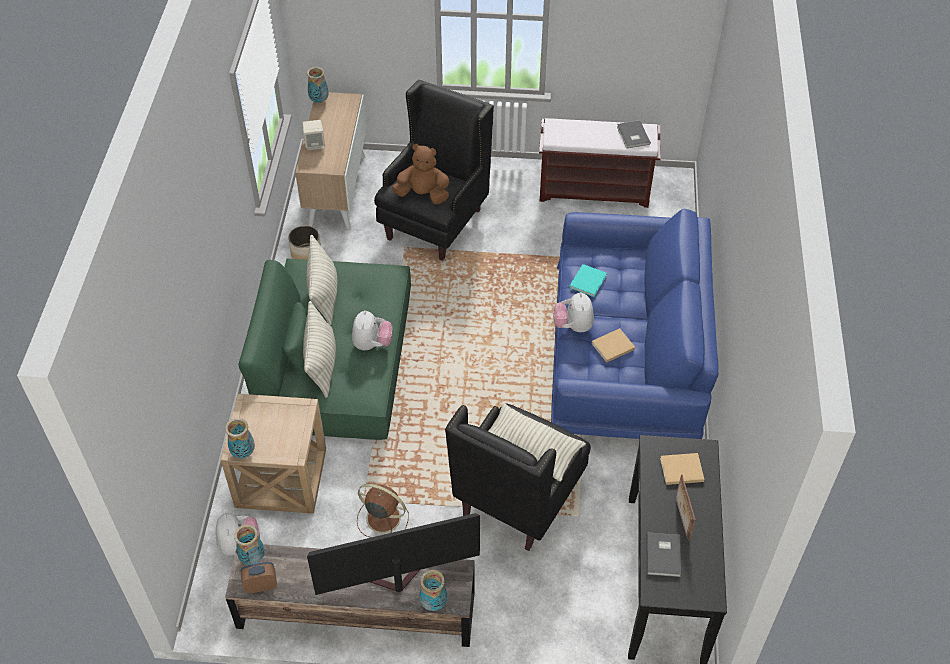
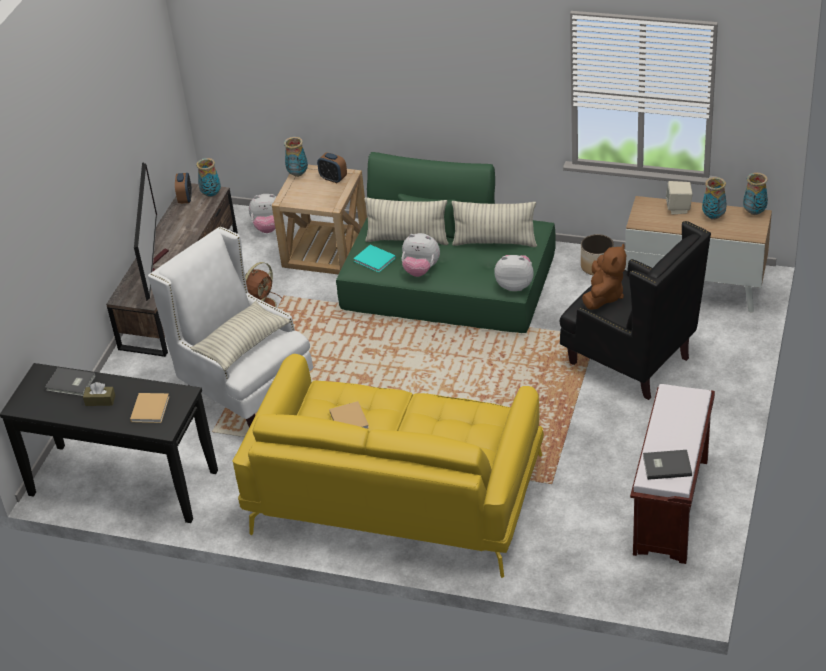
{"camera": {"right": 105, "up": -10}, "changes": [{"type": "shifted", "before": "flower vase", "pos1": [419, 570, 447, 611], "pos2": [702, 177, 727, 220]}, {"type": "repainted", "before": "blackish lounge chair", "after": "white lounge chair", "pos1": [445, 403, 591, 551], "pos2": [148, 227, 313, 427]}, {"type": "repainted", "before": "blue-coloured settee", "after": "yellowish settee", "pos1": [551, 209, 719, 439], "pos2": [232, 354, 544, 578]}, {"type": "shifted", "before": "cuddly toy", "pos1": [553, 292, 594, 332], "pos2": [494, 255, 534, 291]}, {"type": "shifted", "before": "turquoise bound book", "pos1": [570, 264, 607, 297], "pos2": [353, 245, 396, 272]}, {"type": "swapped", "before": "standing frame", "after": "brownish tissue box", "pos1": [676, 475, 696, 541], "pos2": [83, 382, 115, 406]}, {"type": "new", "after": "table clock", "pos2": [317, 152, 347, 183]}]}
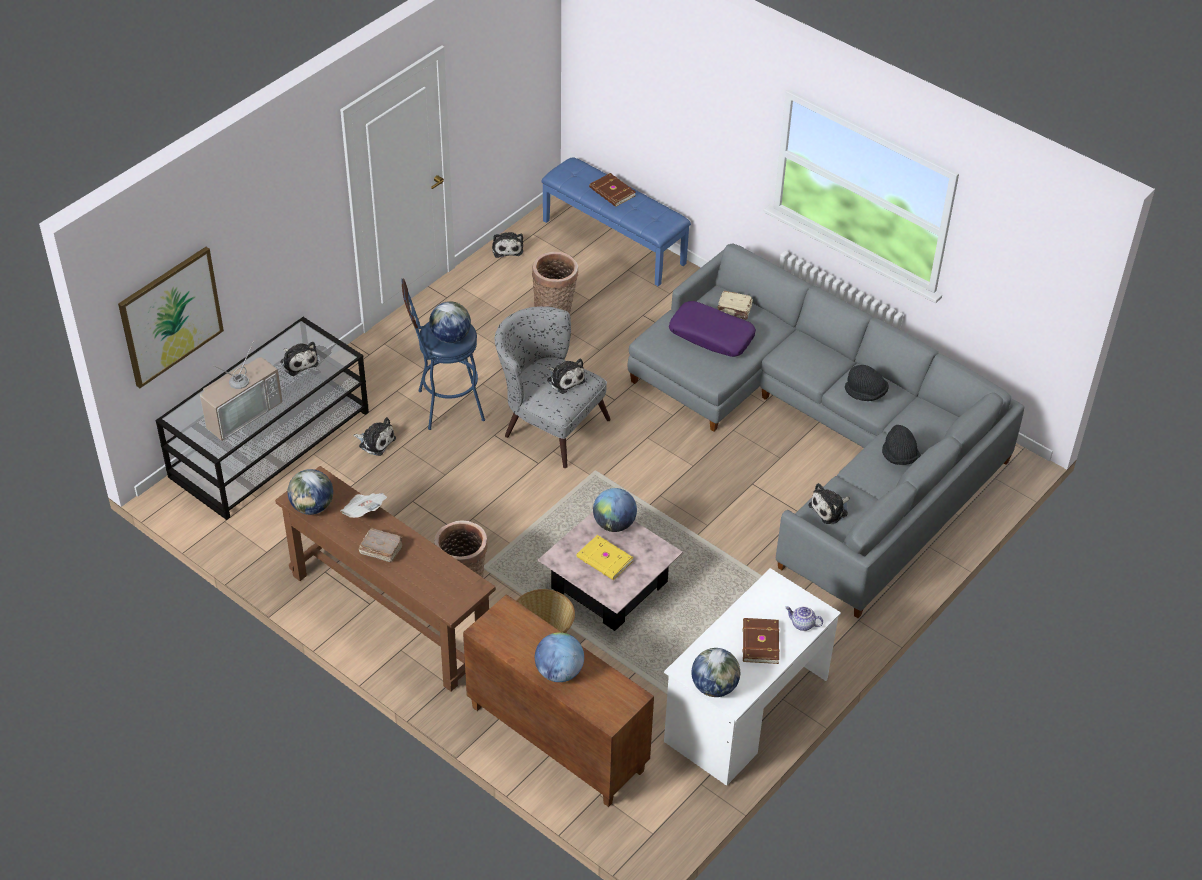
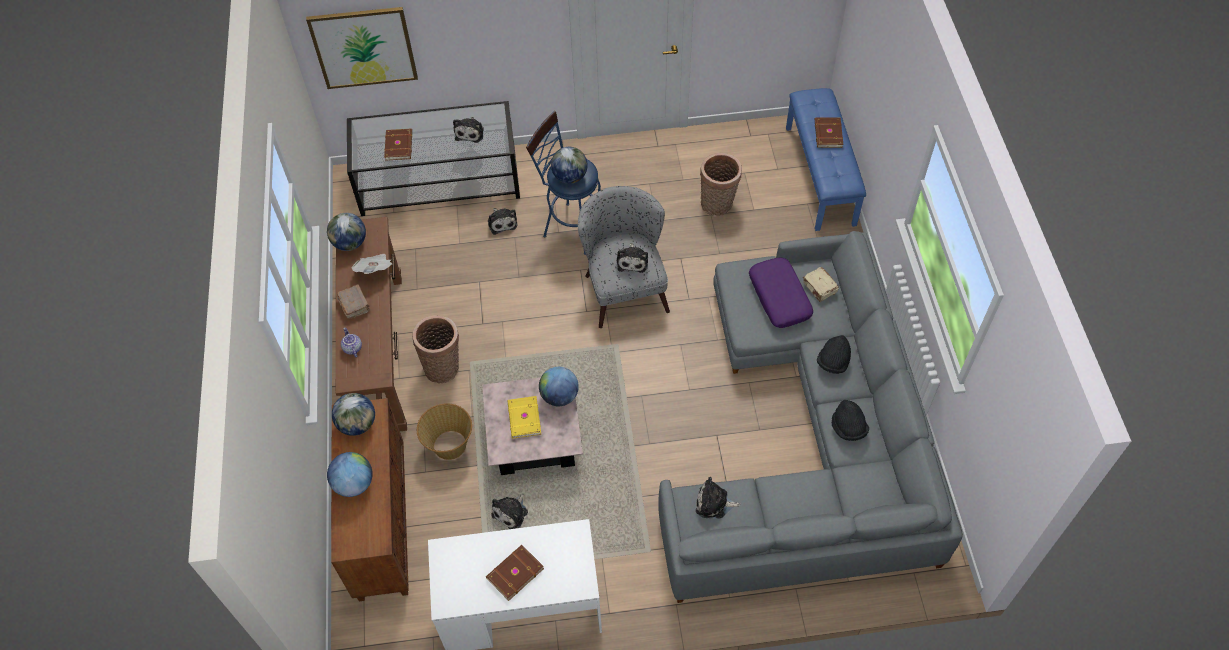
{"camera": {"right": 45, "up": 10}, "changes": [{"type": "swapped", "before": "TV", "after": "brownish bound book", "pos1": [200, 341, 283, 441], "pos2": [384, 129, 412, 161]}, {"type": "shifted", "before": "cuddly toy", "pos1": [492, 232, 523, 258], "pos2": [491, 493, 528, 529]}, {"type": "shifted", "before": "world globe", "pos1": [692, 648, 740, 697], "pos2": [332, 393, 375, 436]}, {"type": "shifted", "before": "tea pot", "pos1": [785, 606, 823, 631], "pos2": [341, 327, 362, 357]}, {"type": "shifted", "before": "blackish hat", "pos1": [882, 425, 921, 465], "pos2": [817, 335, 851, 374]}]}
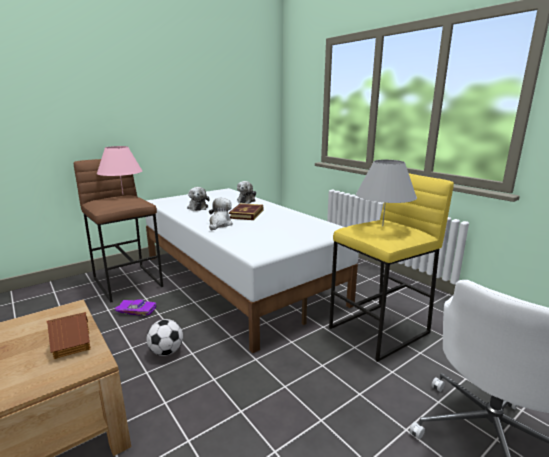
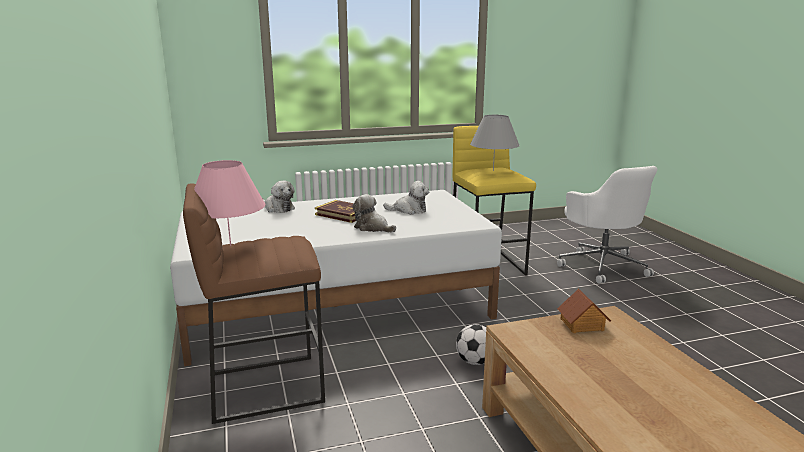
{"camera": {"right": -70, "up": 0}, "changes": [{"type": "gone", "before": "purple model car", "pos1": [114, 299, 157, 317]}, {"type": "shifted", "before": "cuddly toy", "pos1": [187, 187, 210, 211], "pos2": [383, 181, 429, 215]}]}
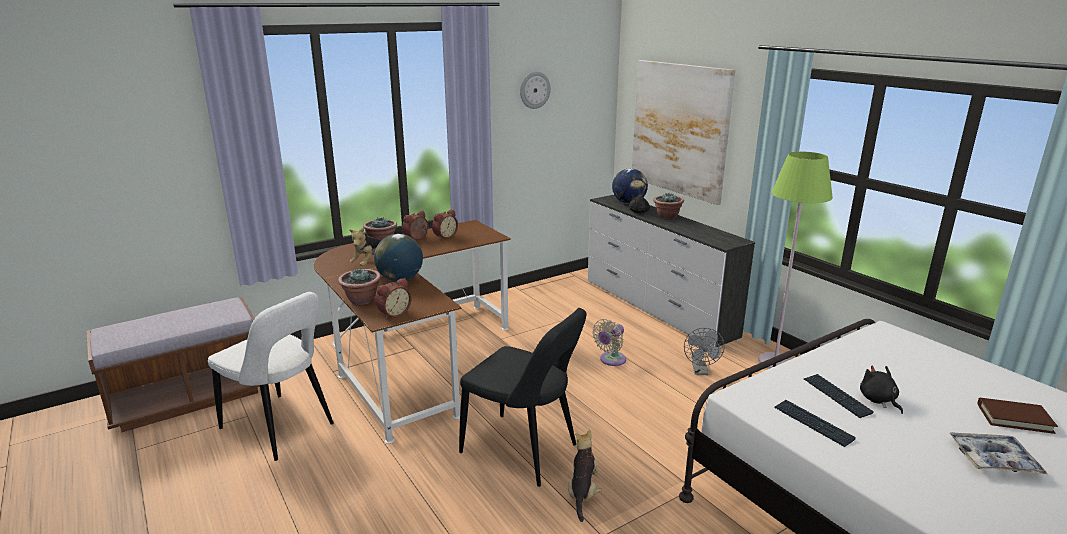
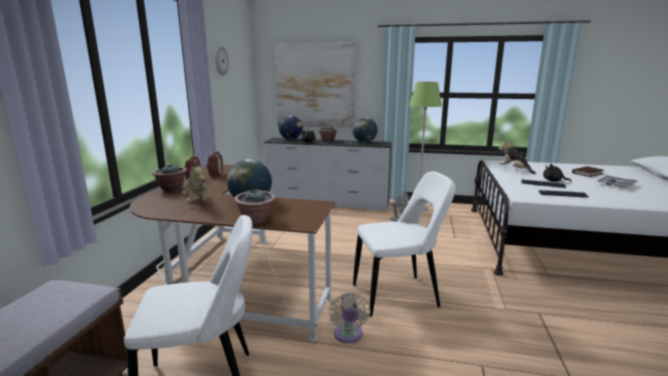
{"camera": {"right": -45, "up": -5}, "changes": [{"type": "gone", "before": "table clock", "pos1": [376, 278, 411, 319]}, {"type": "repainted", "before": "blackish chair", "after": "white chair", "pos1": [459, 308, 587, 487], "pos2": [353, 171, 456, 317]}, {"type": "shifted", "before": "cuddly toy", "pos1": [568, 429, 602, 522], "pos2": [498, 140, 536, 174]}, {"type": "shifted", "before": "sand-coloured electric fan", "pos1": [592, 319, 626, 366], "pos2": [329, 293, 370, 343]}, {"type": "new", "after": "world globe", "pos2": [352, 117, 378, 143]}]}
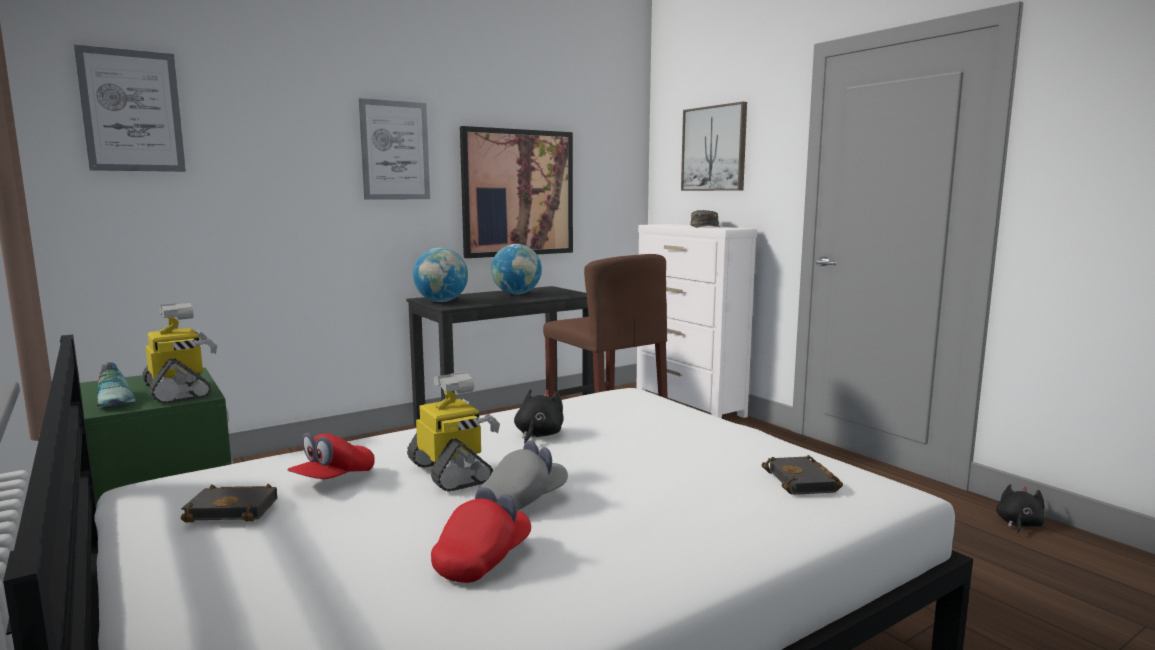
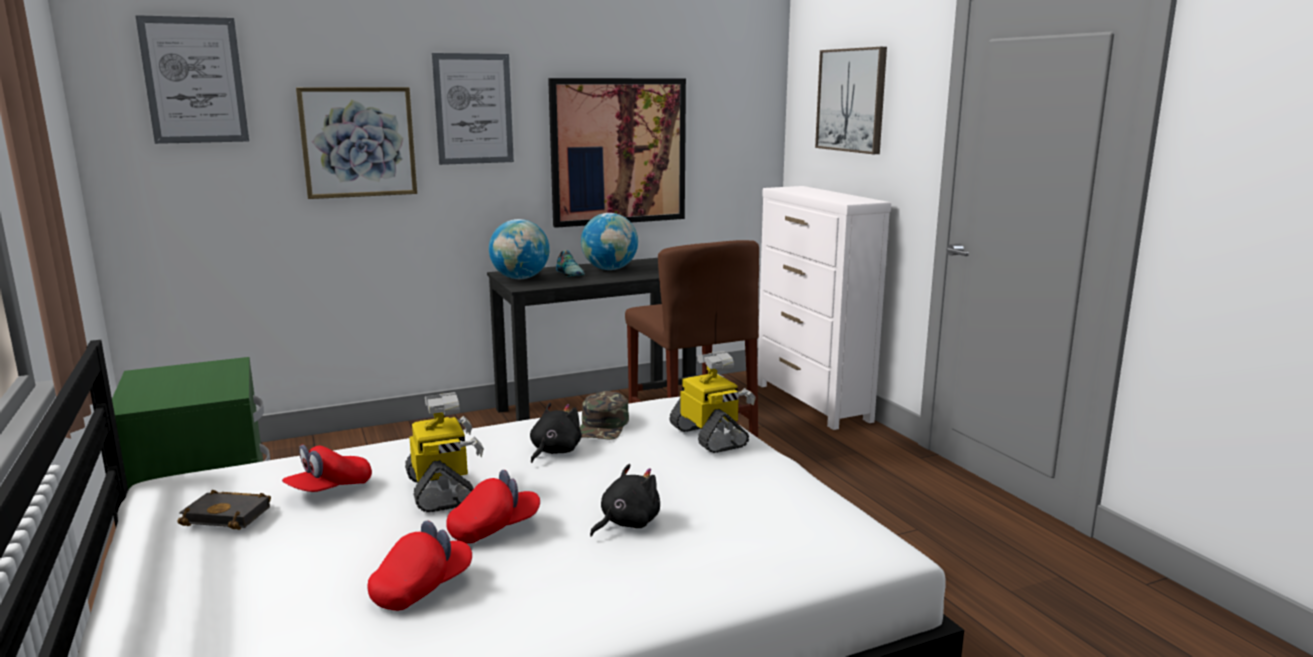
{"camera": {"right": 10, "up": 5}, "changes": [{"type": "shifted", "before": "item of footwear", "pos1": [97, 362, 136, 408], "pos2": [556, 250, 585, 277]}, {"type": "shifted", "before": "robot figure", "pos1": [142, 302, 217, 404], "pos2": [669, 351, 756, 453]}, {"type": "repainted", "before": "grey peaked cap", "after": "red peaked cap", "pos1": [479, 441, 568, 510], "pos2": [446, 470, 540, 544]}, {"type": "shifted", "before": "green-coloured peaked cap", "pos1": [691, 210, 721, 228], "pos2": [580, 391, 629, 440]}, {"type": "gone", "before": "blackish bound book", "pos1": [762, 455, 843, 495]}, {"type": "shifted", "before": "blackish cuddly toy", "pos1": [996, 484, 1045, 534], "pos2": [590, 464, 660, 537]}, {"type": "new", "after": "wall picture", "pos2": [296, 87, 417, 199]}]}
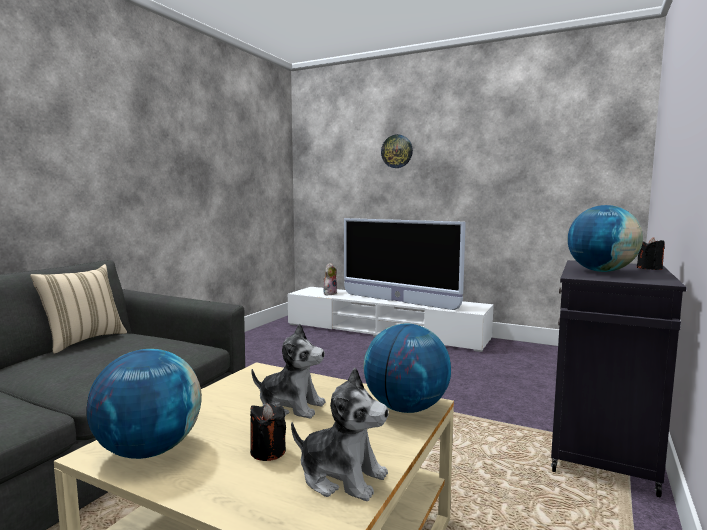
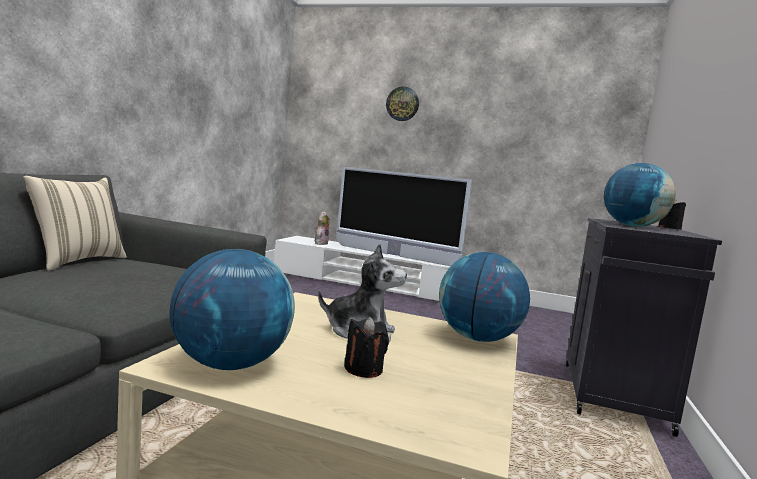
{"camera": {"right": -10, "up": 0}, "changes": [{"type": "gone", "before": "cuddly toy", "pos1": [291, 368, 389, 501]}]}
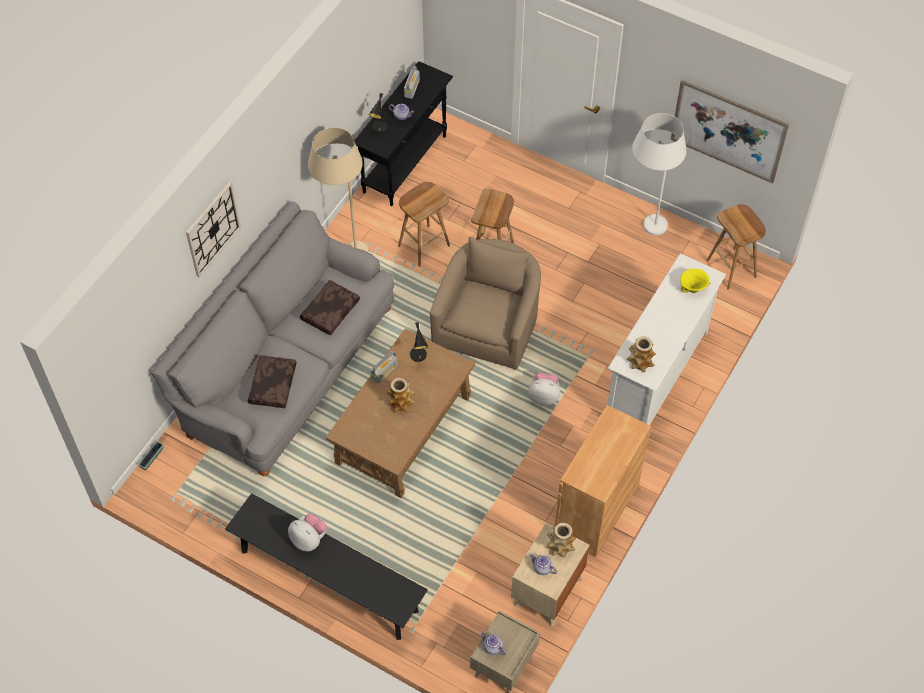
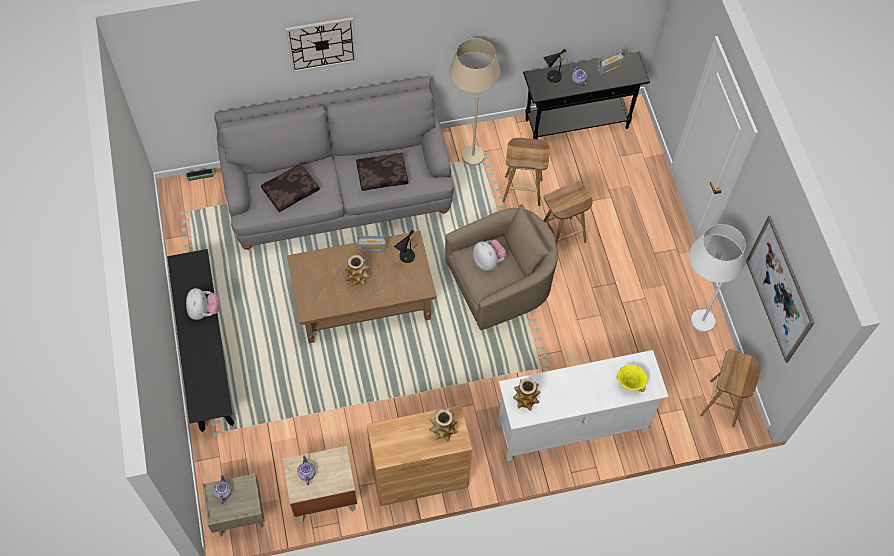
{"camera": {"right": 45, "up": 5}, "changes": [{"type": "shifted", "before": "cuddly toy", "pos1": [528, 373, 560, 406], "pos2": [473, 240, 507, 271]}, {"type": "shifted", "before": "flower vase", "pos1": [547, 523, 576, 558], "pos2": [429, 409, 458, 441]}]}
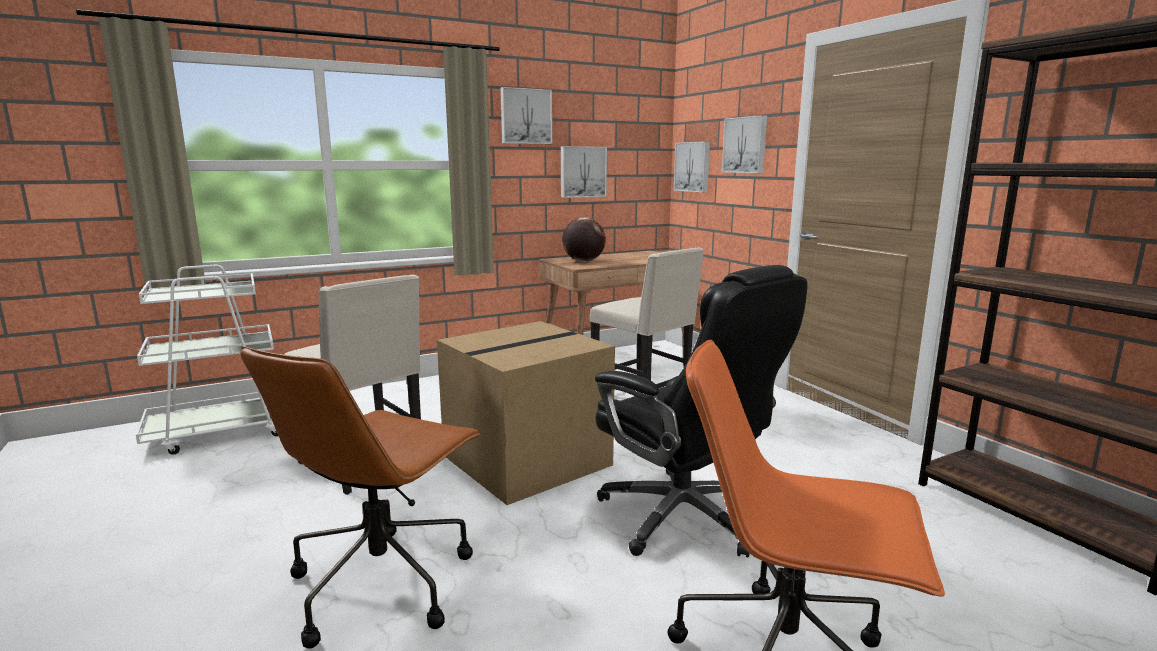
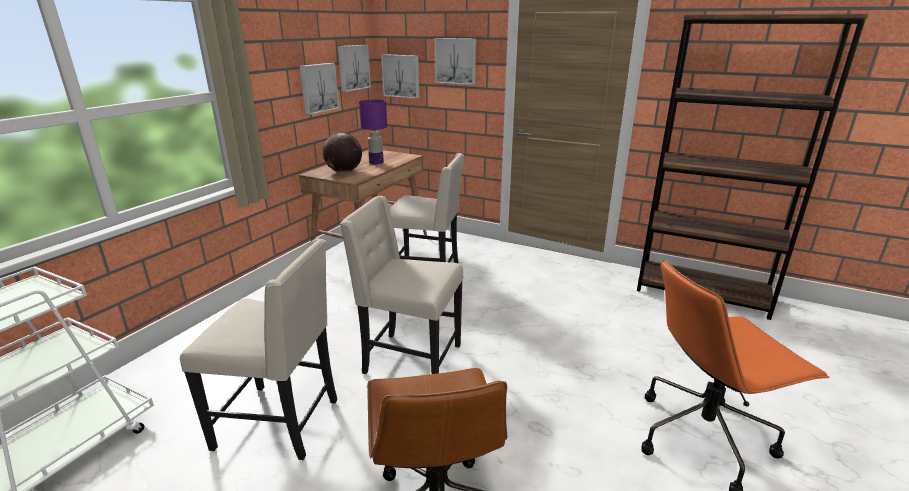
{"camera": {"right": -35, "up": 10}, "changes": [{"type": "swapped", "before": "packing box", "after": "sand-coloured chair", "pos1": [437, 321, 615, 505], "pos2": [340, 196, 463, 374]}, {"type": "shifted", "before": "wall picture", "pos1": [501, 87, 552, 144], "pos2": [338, 45, 371, 92]}, {"type": "gone", "before": "blackish office chair", "pos1": [595, 265, 808, 557]}, {"type": "new", "after": "purple tabletop lamp", "pos2": [359, 100, 387, 164]}]}
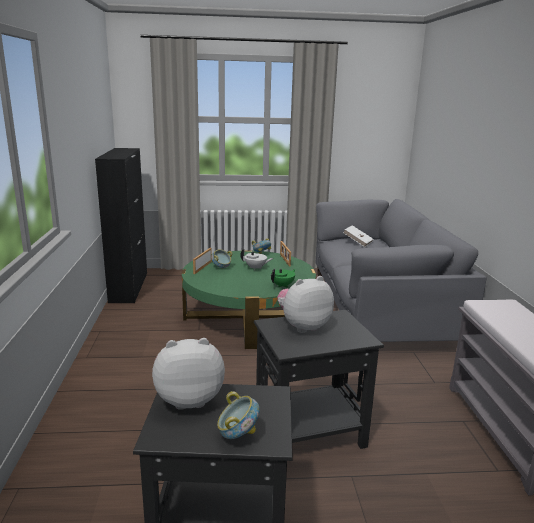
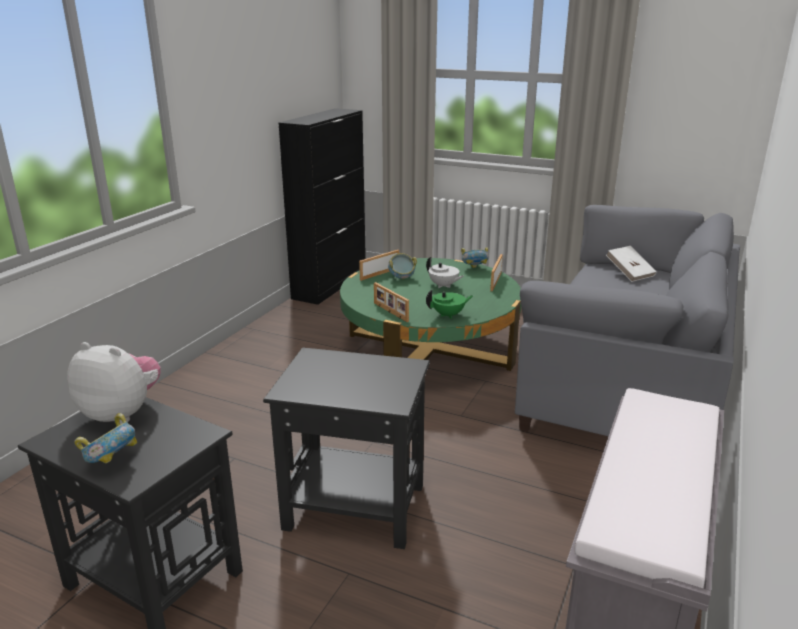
{"camera": {"right": 30, "up": 5}, "changes": [{"type": "gone", "before": "cuddly toy", "pos1": [277, 276, 334, 333]}, {"type": "new", "after": "standing frame", "pos2": [374, 282, 409, 322]}]}
